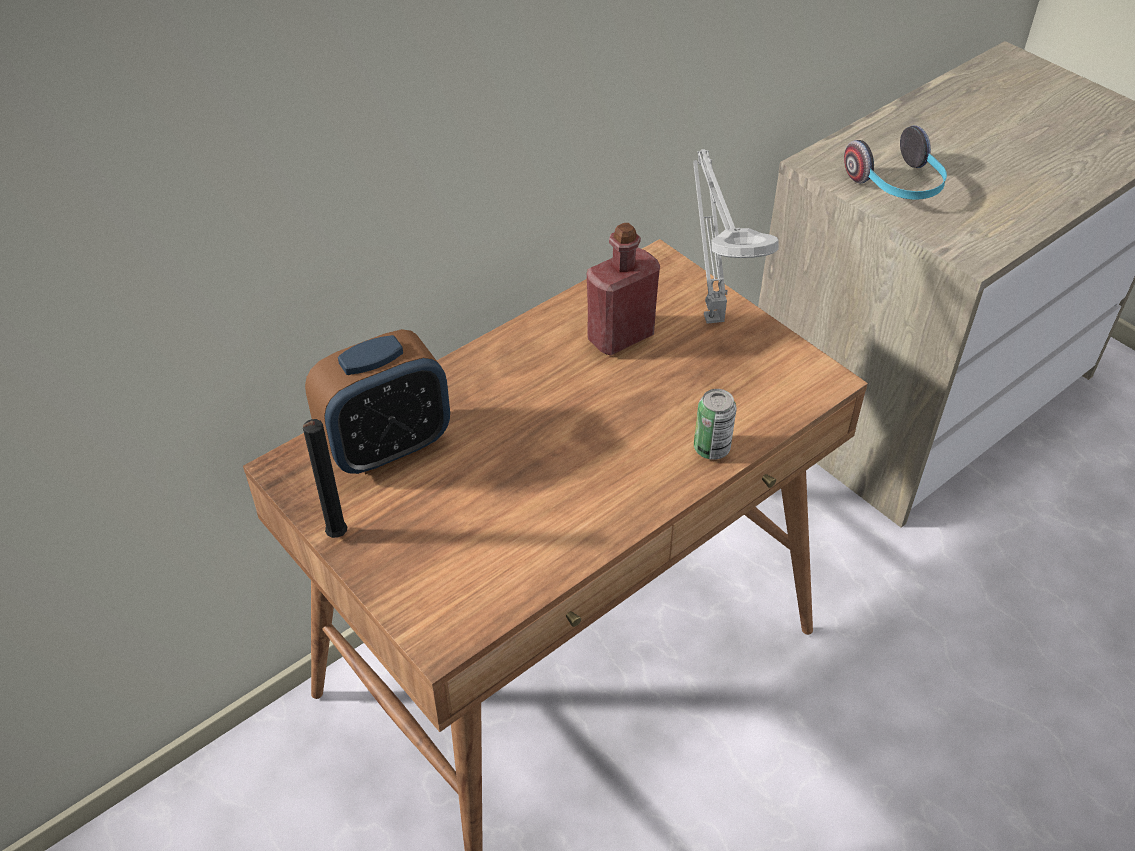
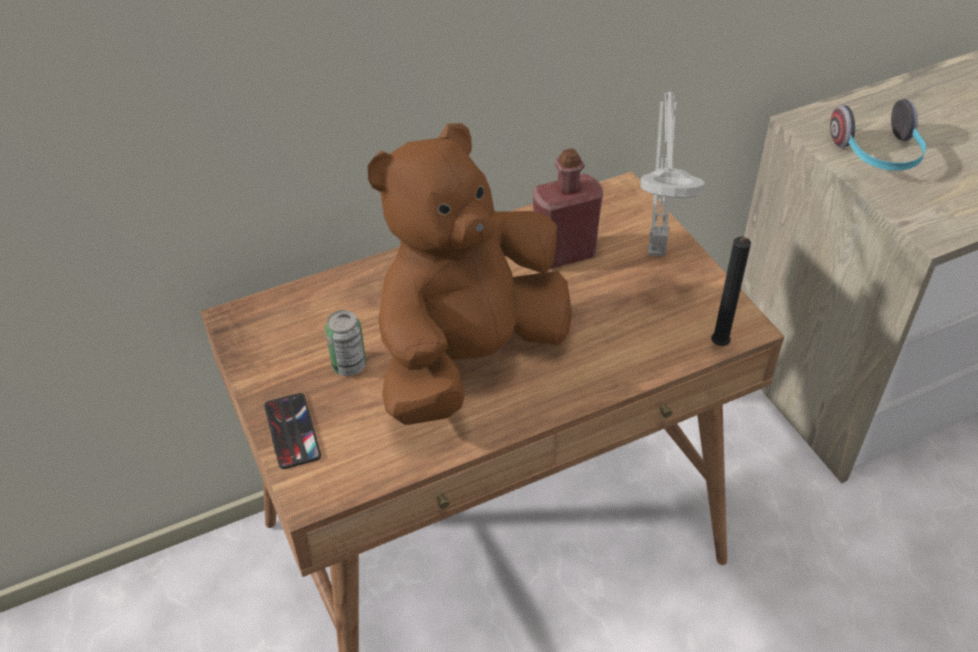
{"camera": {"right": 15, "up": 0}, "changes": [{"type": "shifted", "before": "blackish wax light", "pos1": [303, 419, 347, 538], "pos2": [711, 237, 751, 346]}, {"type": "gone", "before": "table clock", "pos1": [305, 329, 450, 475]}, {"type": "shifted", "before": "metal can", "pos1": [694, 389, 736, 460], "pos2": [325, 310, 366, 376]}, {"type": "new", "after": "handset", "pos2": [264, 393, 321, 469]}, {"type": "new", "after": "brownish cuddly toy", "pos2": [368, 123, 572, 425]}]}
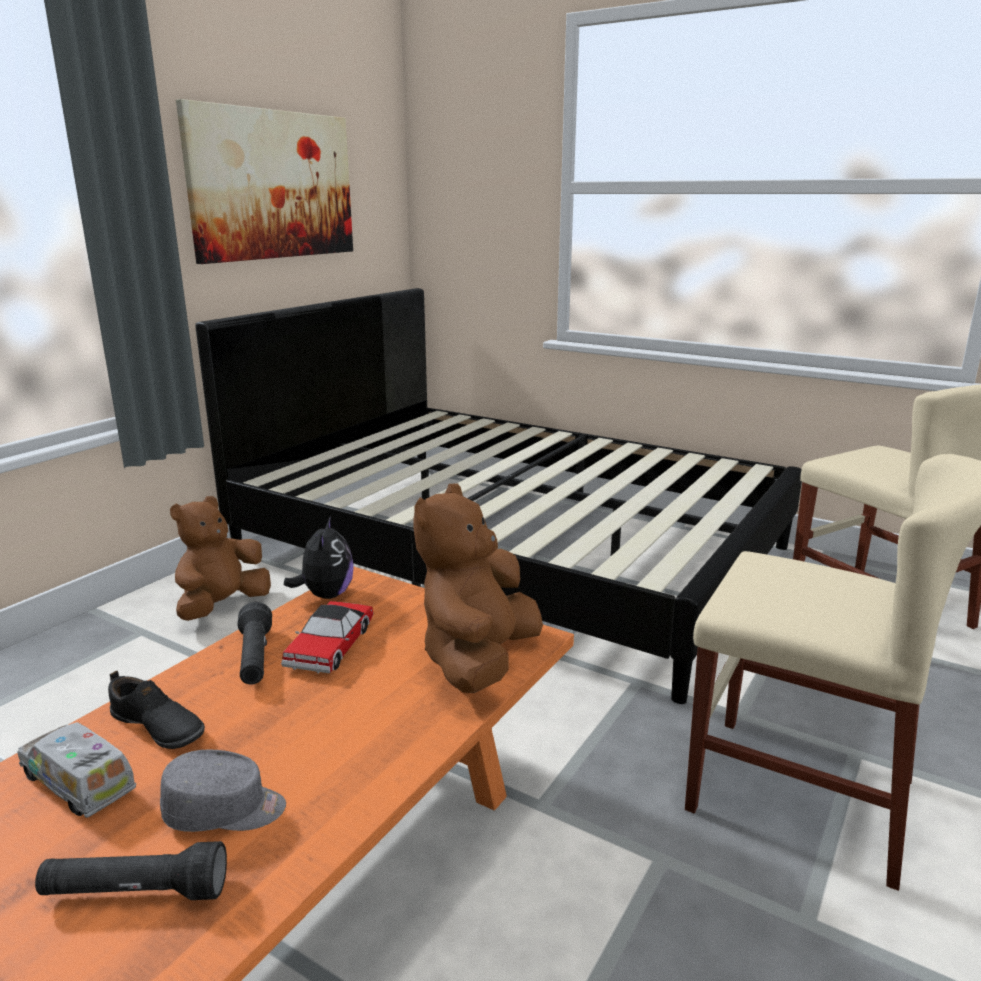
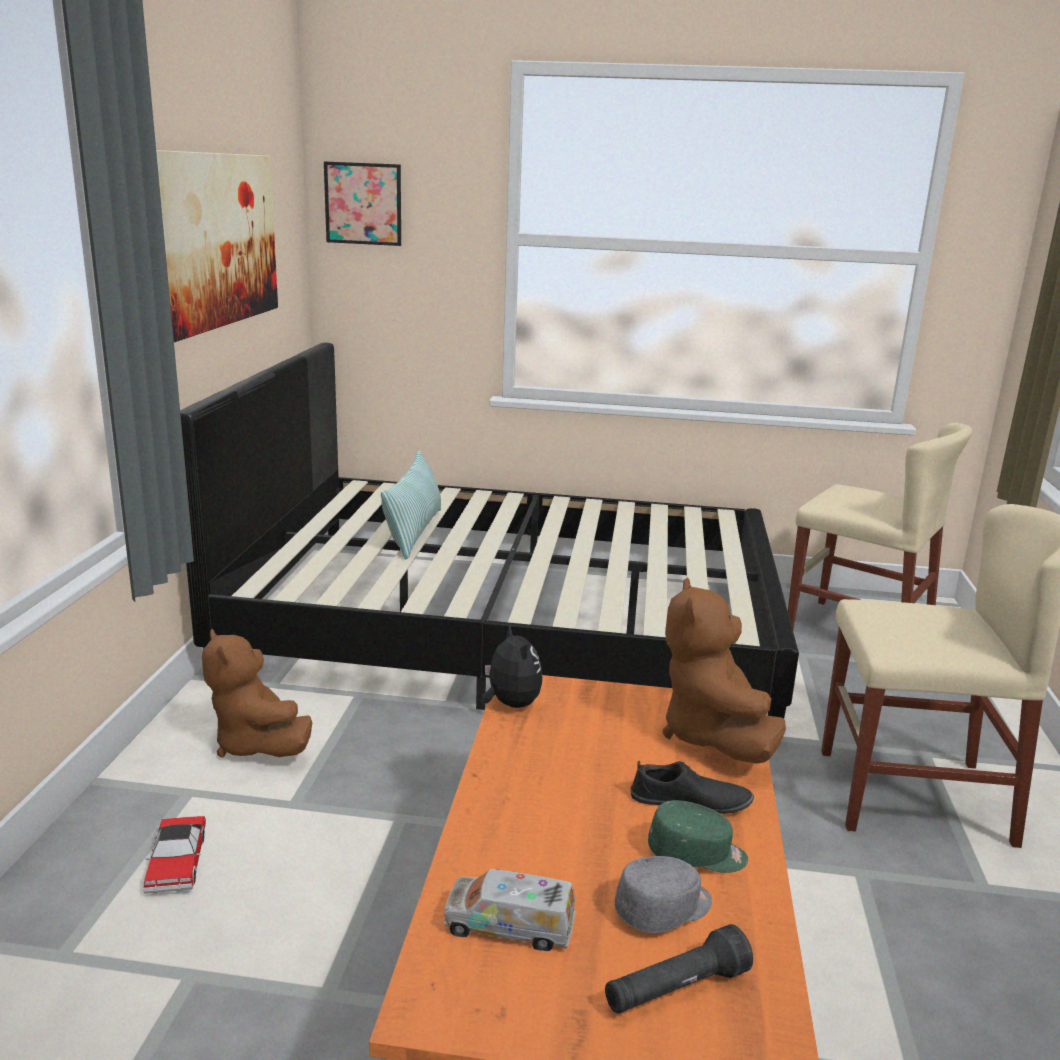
{"camera": {"right": -25, "up": 0}, "changes": [{"type": "shifted", "before": "blackish item of footwear", "pos1": [108, 670, 205, 749], "pos2": [631, 761, 754, 814]}, {"type": "rotated", "before": "brownish cuddly toy", "pos1": [170, 496, 271, 621], "pos2": [202, 629, 312, 758], "turn": -45}, {"type": "gone", "before": "blackish torch", "pos1": [238, 602, 272, 685]}, {"type": "shifted", "before": "model car", "pos1": [281, 601, 374, 673], "pos2": [143, 816, 206, 894]}, {"type": "new", "after": "wall picture", "pos2": [324, 162, 401, 246]}, {"type": "new", "after": "cushion", "pos2": [381, 450, 441, 559]}, {"type": "new", "after": "green-coloured peaked cap", "pos2": [648, 800, 748, 873]}]}
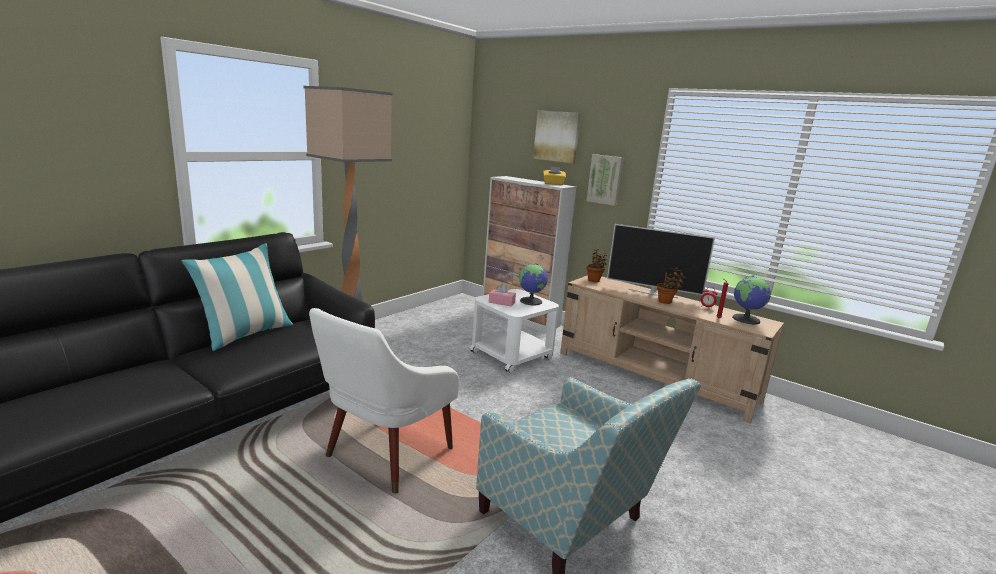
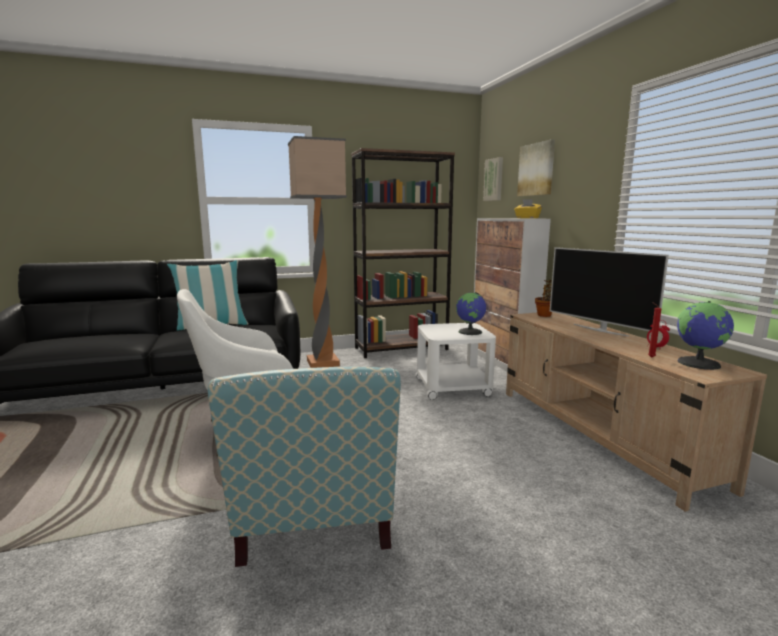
{"camera": {"right": 35, "up": -5}, "changes": [{"type": "gone", "before": "pink tissue box", "pos1": [489, 283, 516, 307]}, {"type": "shifted", "before": "wall picture", "pos1": [587, 154, 623, 206], "pos2": [483, 157, 503, 201]}, {"type": "gone", "before": "potted plant", "pos1": [657, 268, 686, 304]}, {"type": "new", "after": "brownish bookcase", "pos2": [351, 148, 455, 358]}]}
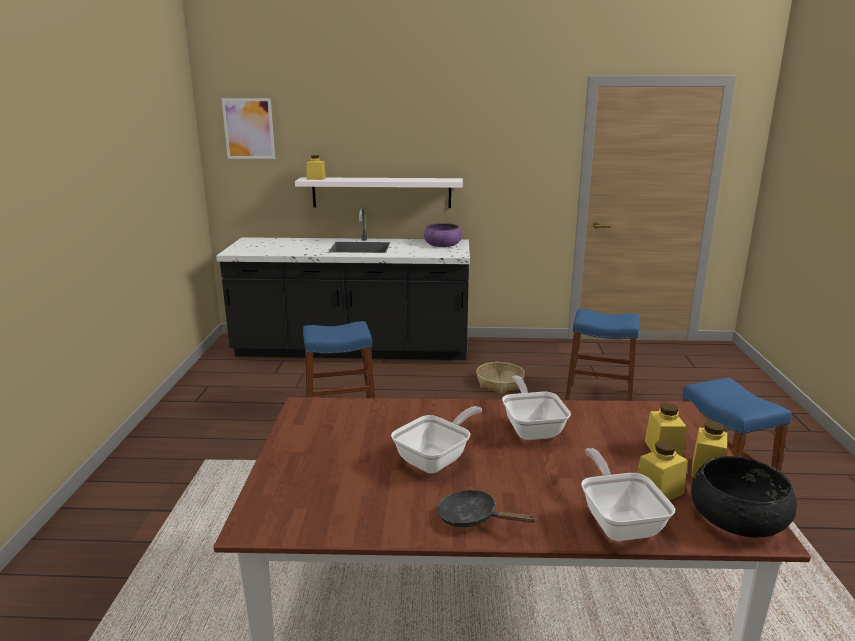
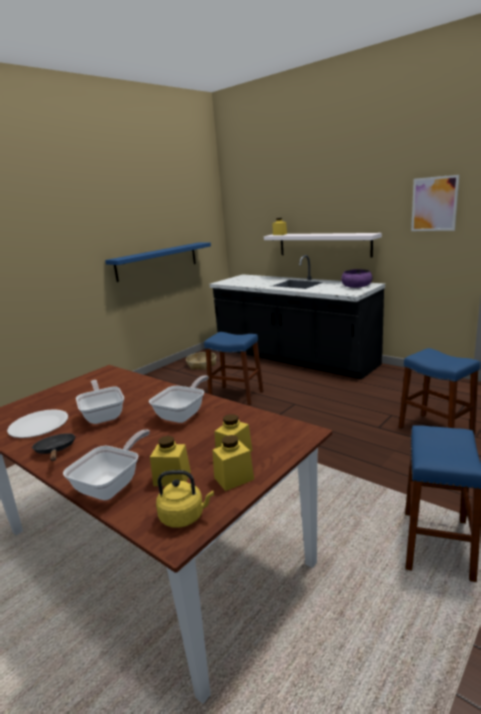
{"camera": {"right": 40, "up": 0}, "changes": [{"type": "shifted", "before": "wall picture", "pos1": [221, 98, 275, 159], "pos2": [411, 175, 459, 231]}, {"type": "rotated", "before": "frying pan", "pos1": [391, 406, 482, 474], "pos2": [76, 380, 124, 424], "turn": -105}, {"type": "shifted", "before": "household basket", "pos1": [476, 362, 525, 394], "pos2": [186, 352, 216, 370]}, {"type": "swapped", "before": "blackish serving bowl", "after": "yellowish kettle", "pos1": [691, 456, 797, 538], "pos2": [156, 470, 214, 528]}, {"type": "new", "after": "white dinner plate", "pos2": [7, 409, 68, 438]}, {"type": "new", "after": "blue-coloured bracket shelf", "pos2": [105, 243, 211, 282]}]}
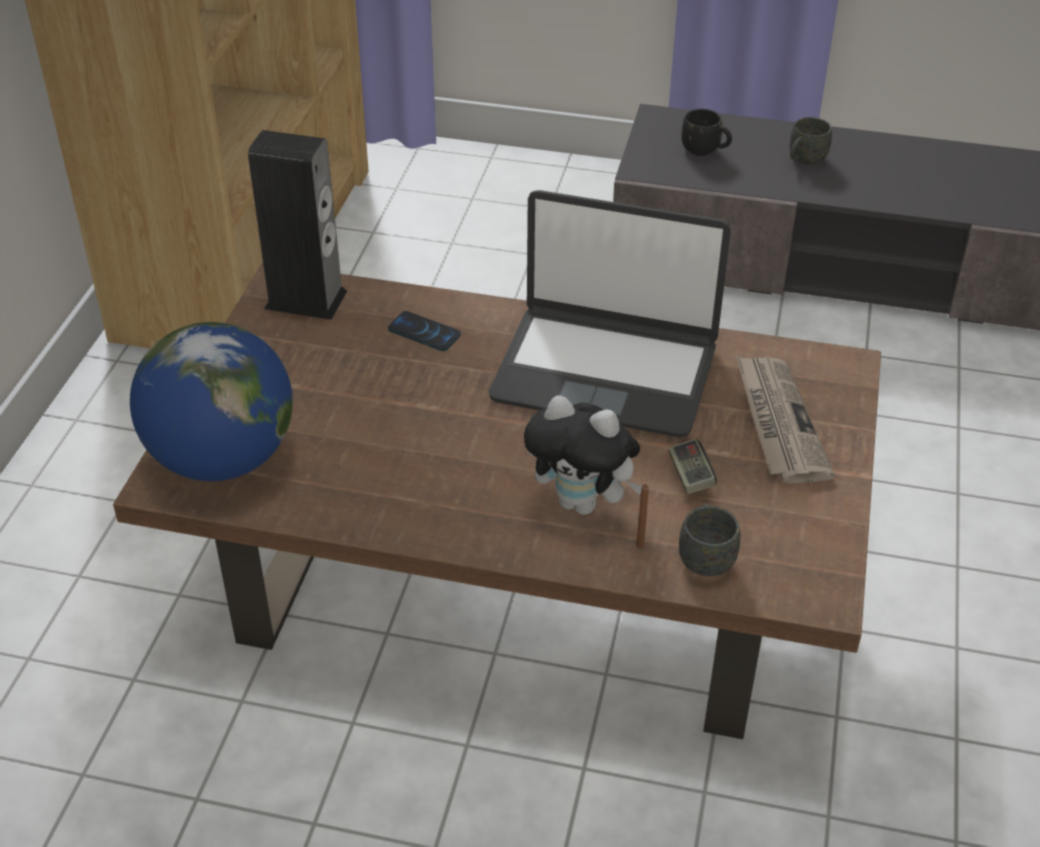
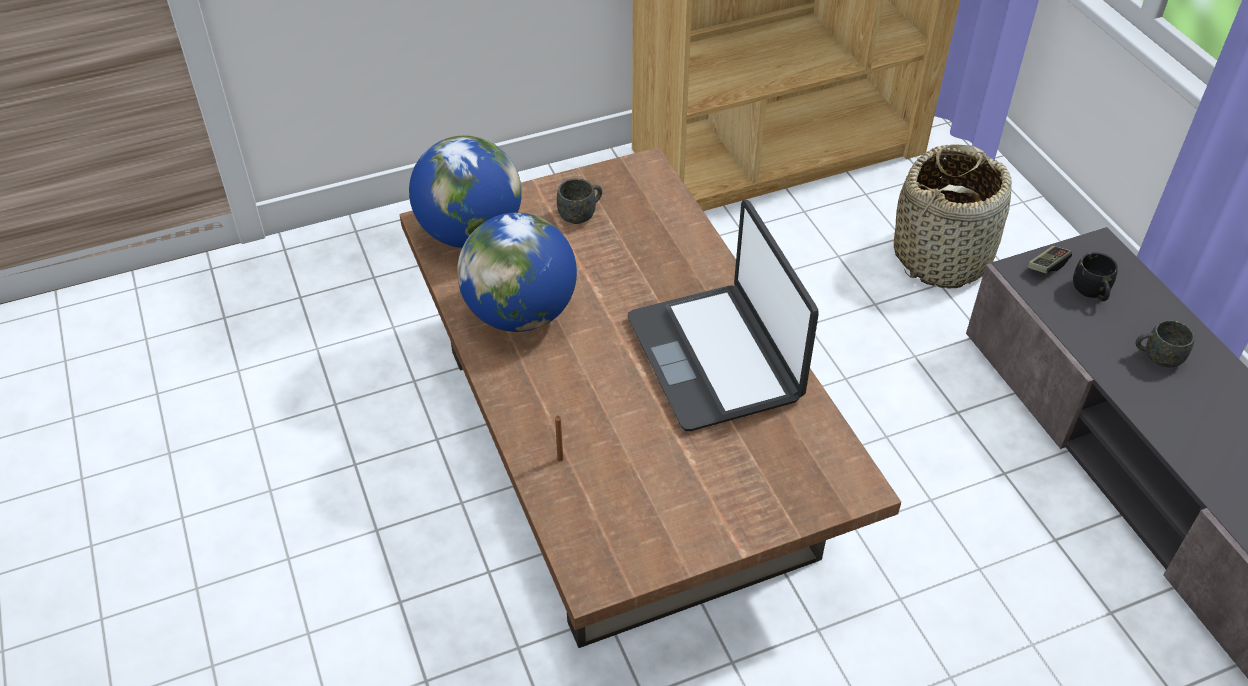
{"camera": {"right": 55, "up": 5}, "changes": [{"type": "gone", "before": "audio speaker", "pos1": [248, 130, 347, 320]}, {"type": "gone", "before": "handset", "pos1": [388, 311, 461, 351]}, {"type": "gone", "before": "cuddly toy", "pos1": [524, 395, 642, 515]}, {"type": "shifted", "before": "gamepad", "pos1": [668, 439, 717, 494], "pos2": [1028, 246, 1072, 274]}, {"type": "shifted", "before": "grey tea mug", "pos1": [679, 503, 740, 576], "pos2": [557, 178, 602, 224]}, {"type": "gone", "before": "newspaper", "pos1": [736, 356, 835, 483]}, {"type": "new", "after": "world globe", "pos2": [457, 213, 577, 332]}, {"type": "new", "after": "household basket", "pos2": [894, 144, 1012, 289]}]}
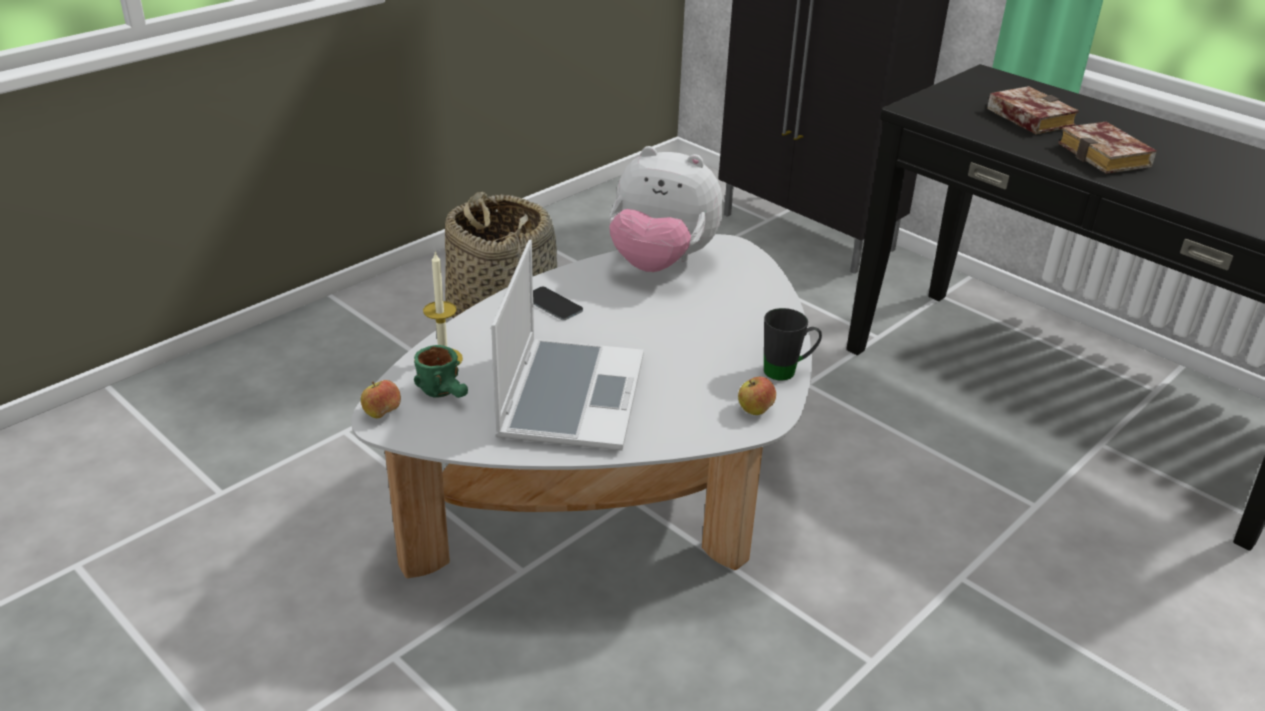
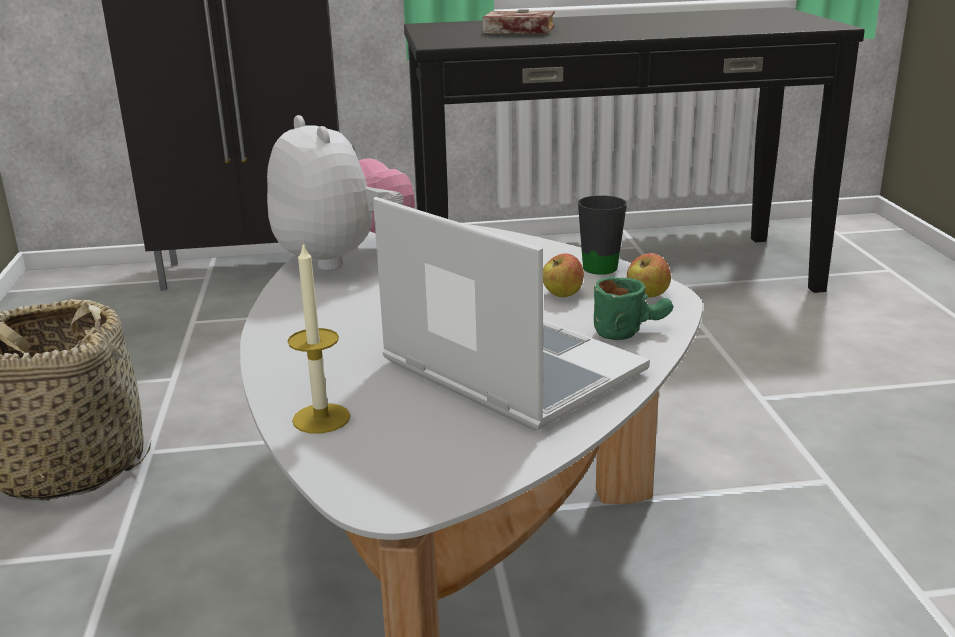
{"camera": {"right": -50, "up": -10}, "changes": [{"type": "shifted", "before": "whole apple", "pos1": [361, 380, 401, 418], "pos2": [543, 253, 584, 297]}, {"type": "shifted", "before": "green-coloured tea mug", "pos1": [414, 345, 468, 398], "pos2": [594, 277, 673, 340]}, {"type": "gone", "before": "handset", "pos1": [533, 287, 583, 320]}, {"type": "rotated", "before": "cuddly toy", "pos1": [609, 146, 723, 272], "pos2": [267, 115, 415, 271], "turn": -90}, {"type": "gone", "before": "bound book", "pos1": [1058, 122, 1157, 174]}]}
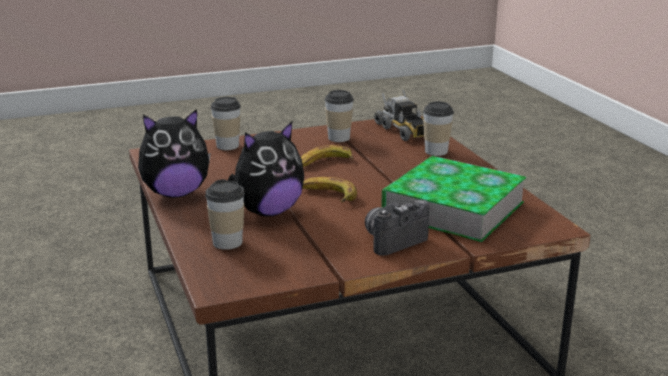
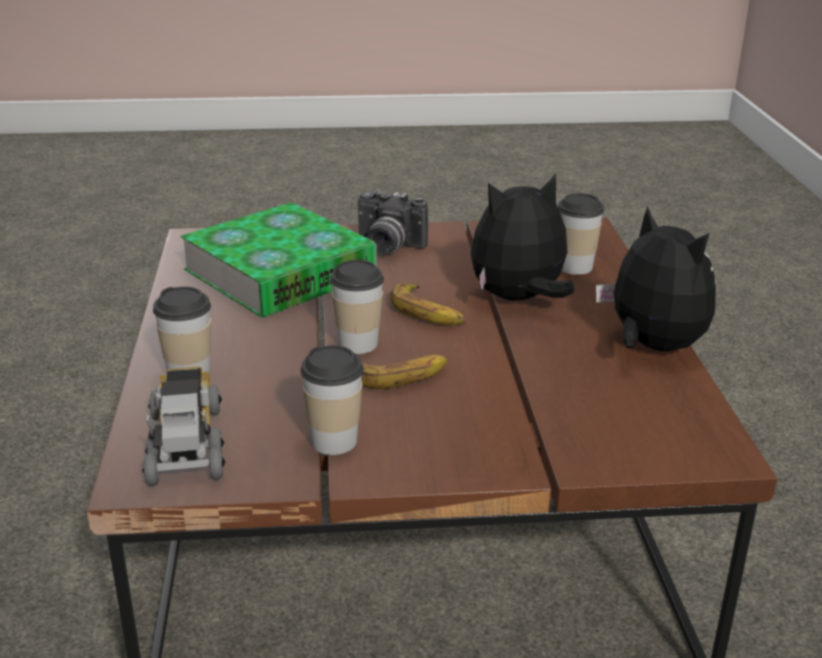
{"camera": {"right": -165, "up": 5}, "changes": [{"type": "rotated", "before": "cuddly toy", "pos1": [138, 109, 211, 198], "pos2": [596, 206, 716, 351], "turn": 60}, {"type": "shifted", "before": "drinking cup", "pos1": [210, 97, 241, 150], "pos2": [330, 260, 384, 354]}, {"type": "rotated", "before": "photo camera", "pos1": [365, 200, 429, 256], "pos2": [358, 190, 428, 255], "turn": 45}]}
